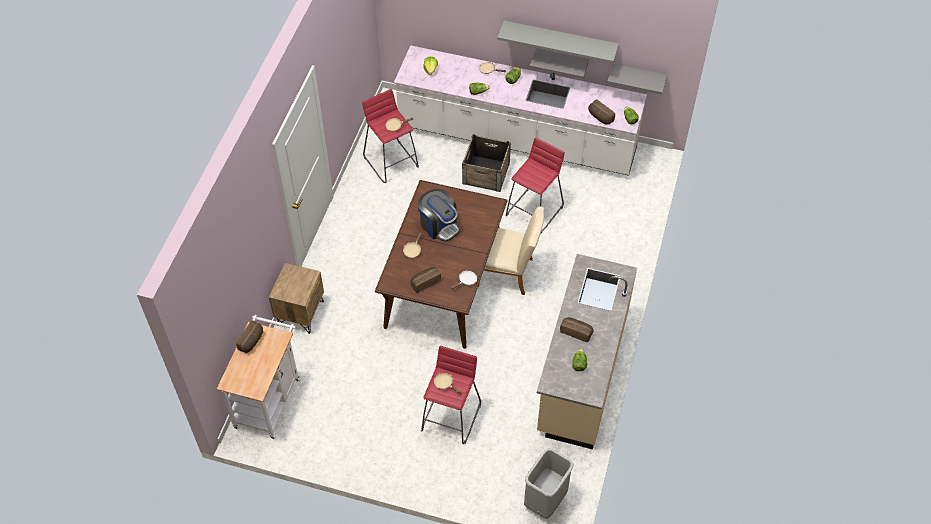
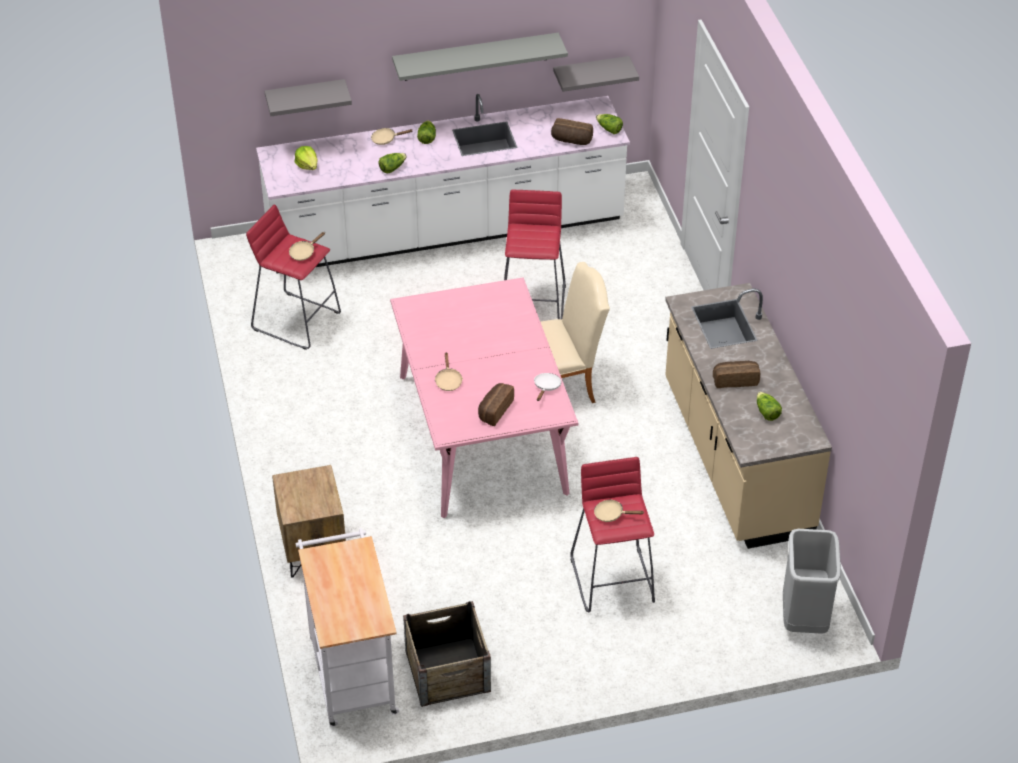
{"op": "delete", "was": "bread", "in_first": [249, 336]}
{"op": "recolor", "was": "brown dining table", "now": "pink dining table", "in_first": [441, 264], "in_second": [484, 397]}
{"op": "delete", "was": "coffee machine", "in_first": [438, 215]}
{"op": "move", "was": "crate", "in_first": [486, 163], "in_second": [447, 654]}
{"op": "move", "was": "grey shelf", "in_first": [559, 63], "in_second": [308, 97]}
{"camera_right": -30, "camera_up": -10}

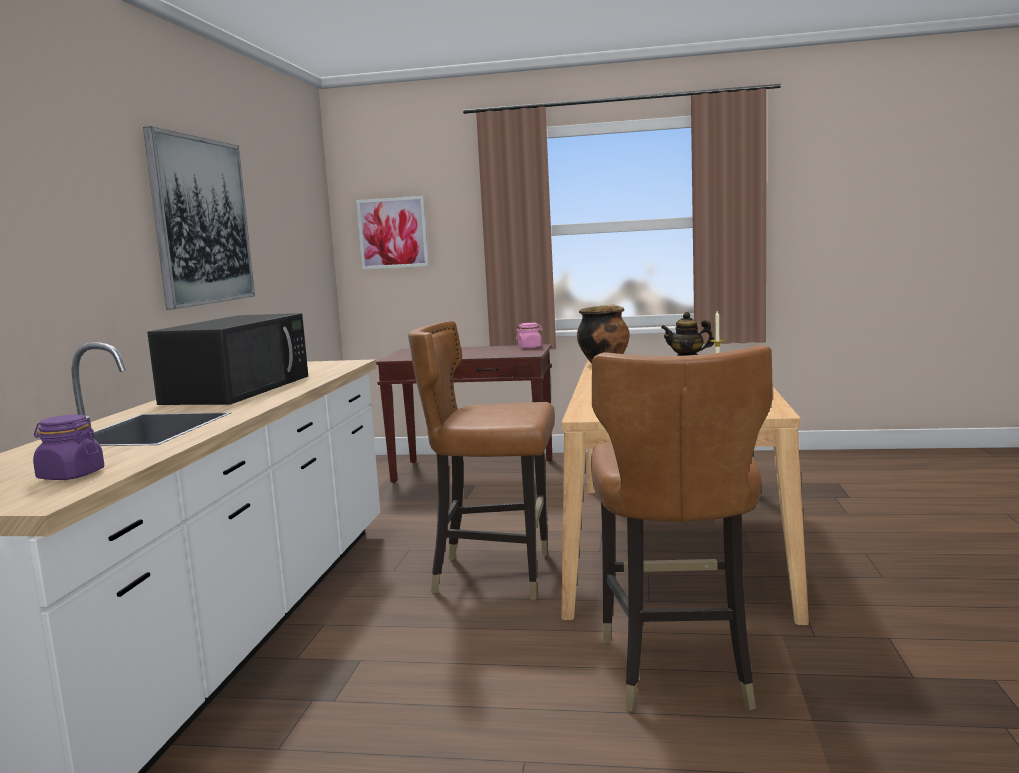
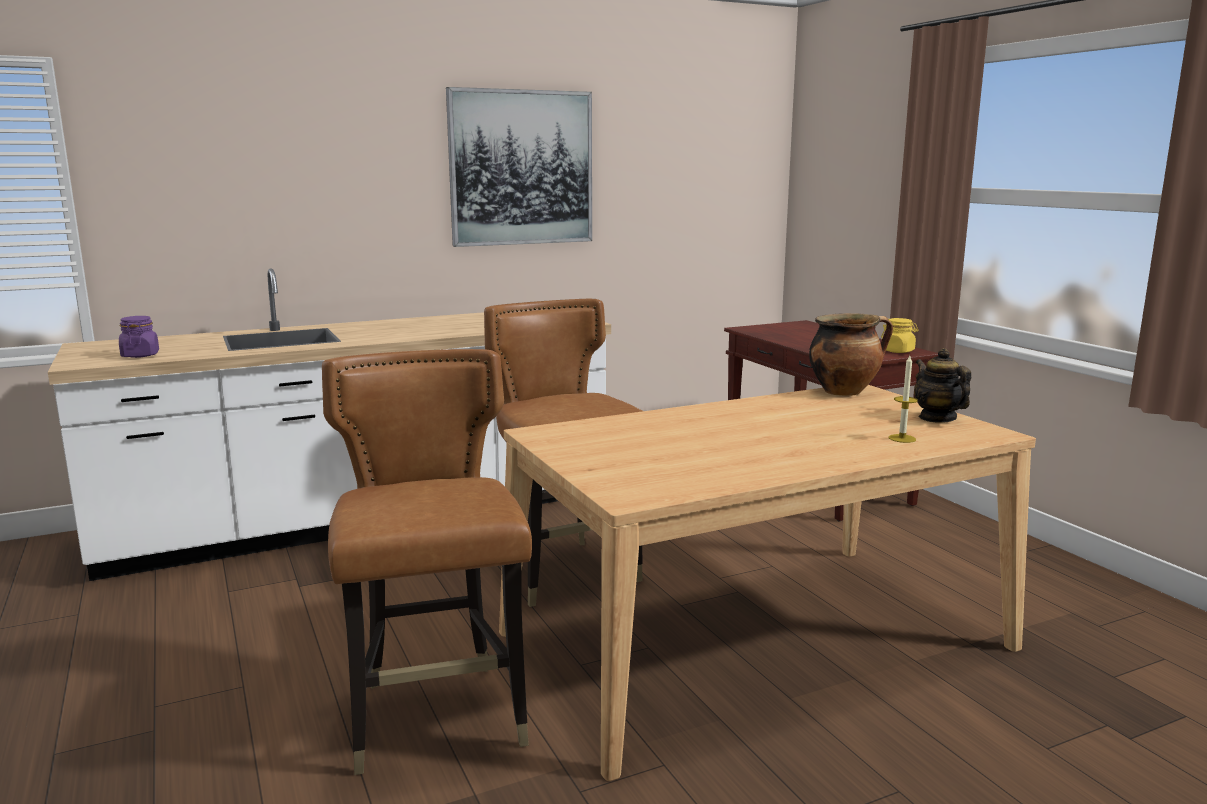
{"op": "delete", "was": "black microwave", "in_first": [227, 359]}
{"op": "delete", "was": "picture", "in_first": [392, 232]}
{"op": "recolor", "was": "pink jar", "now": "yellow jar", "in_first": [529, 335], "in_second": [899, 335]}
{"op": "rotate", "was": "brown chair", "in_first": [682, 528], "in_second": [427, 562], "clockwise": 105}
{"camera_right": 55, "camera_up": 5}

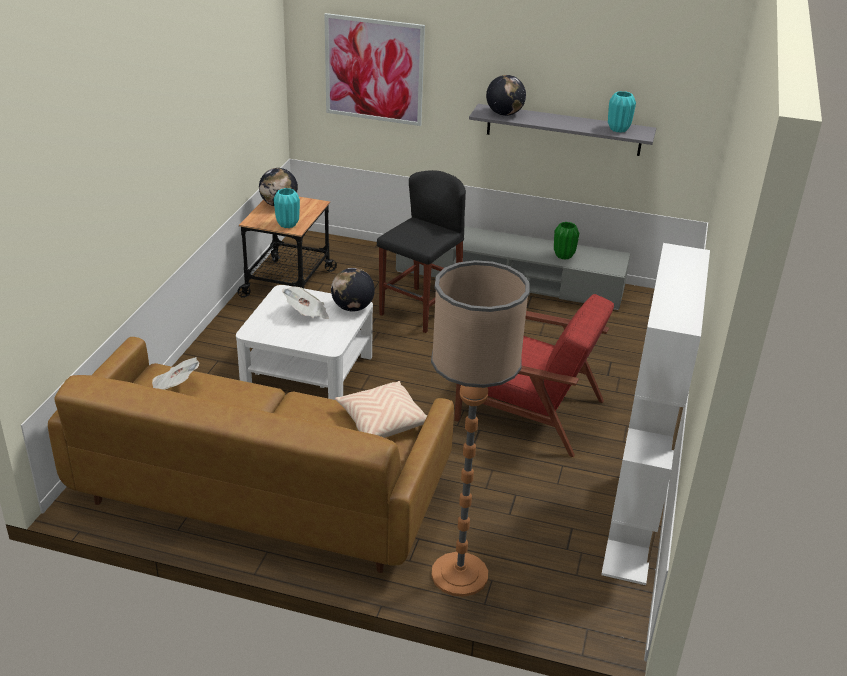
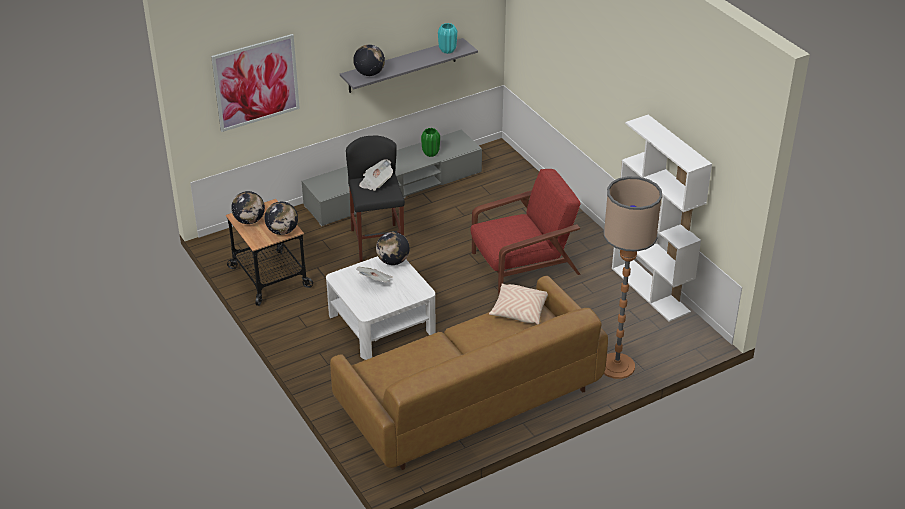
{"op": "move", "was": "newspaper", "in_first": [175, 373], "in_second": [376, 175]}
{"op": "replace", "was": "turquoise vase", "now": "globe", "in_first": [287, 208], "in_second": [281, 218]}
{"camera_right": -45, "camera_up": 5}

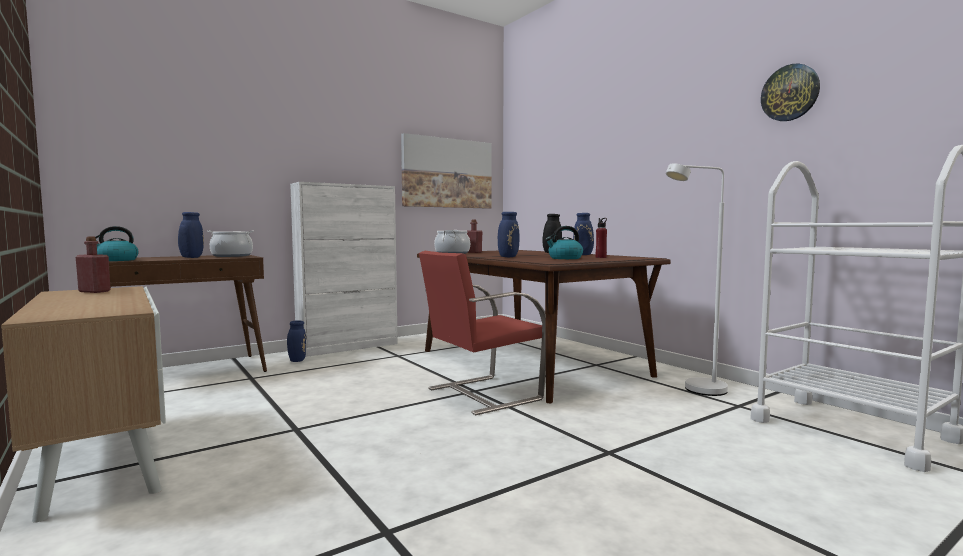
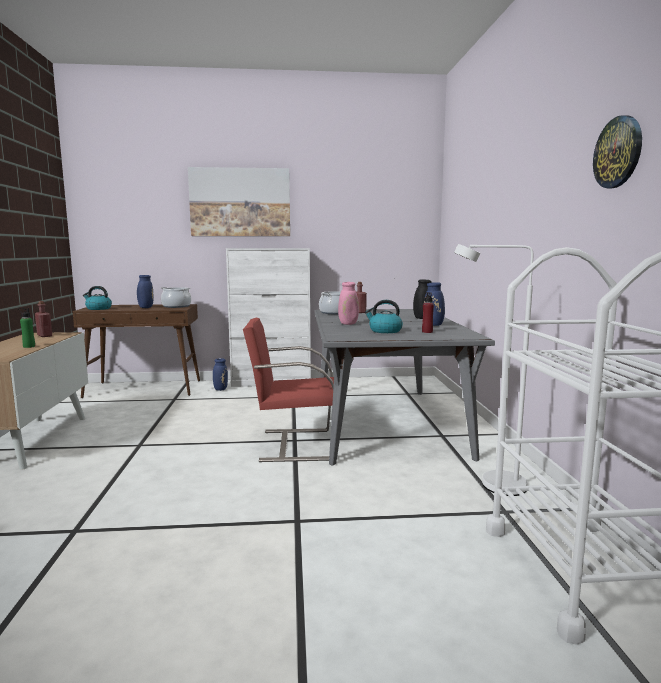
{"op": "move", "was": "picture", "in_first": [446, 171], "in_second": [239, 201]}
{"op": "recolor", "was": "brown dining table", "now": "grey dining table", "in_first": [543, 326], "in_second": [404, 387]}
{"op": "recolor", "was": "blue vase", "now": "pink vase", "in_first": [508, 234], "in_second": [348, 303]}
{"op": "insert", "now": "green bottle", "in_second": [26, 328]}
{"camera_right": 30, "camera_up": 5}

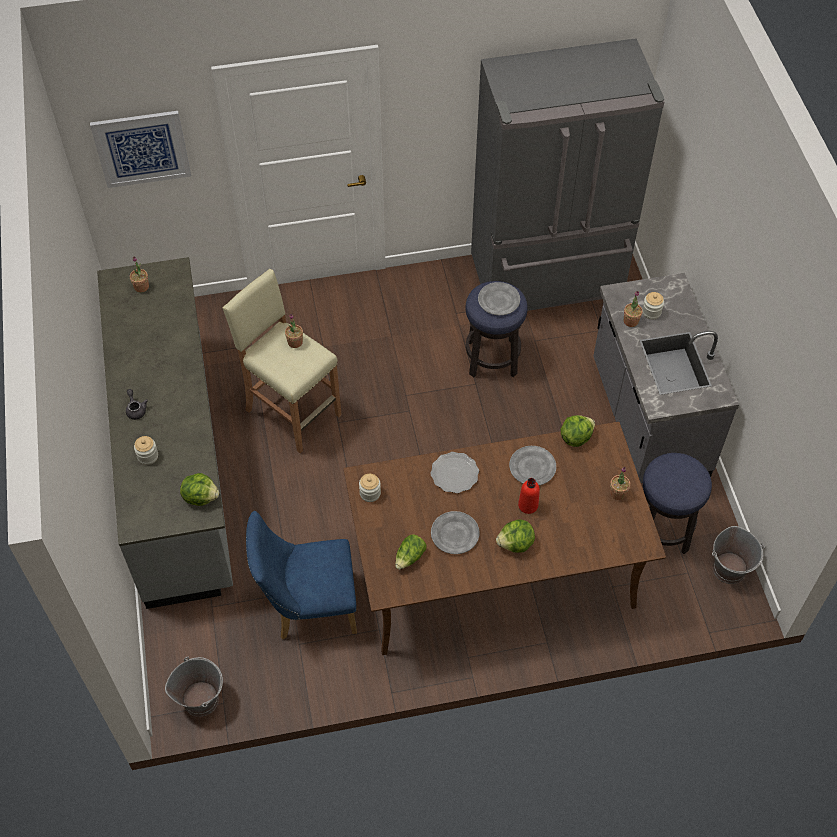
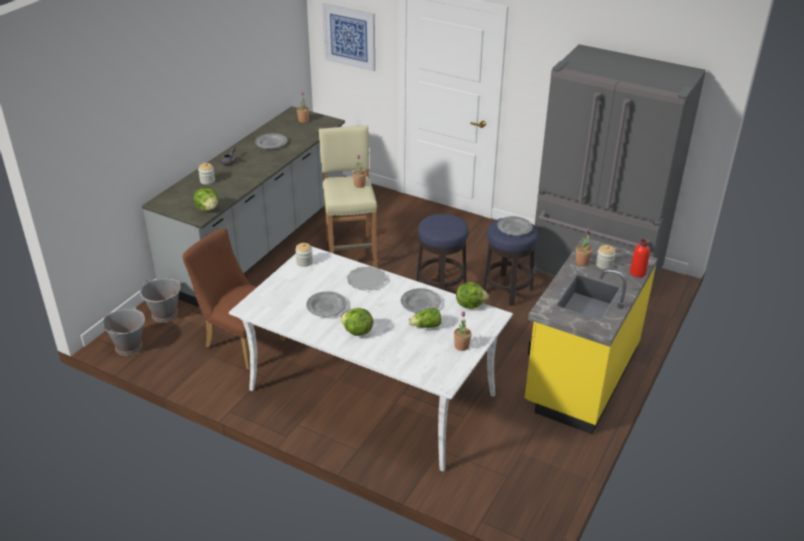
{"op": "recolor", "was": "blue chair", "now": "brown chair", "in_first": [301, 575], "in_second": [233, 299]}
{"op": "recolor", "was": "brown dining table", "now": "white dining table", "in_first": [504, 538], "in_second": [371, 359]}
{"op": "move", "was": "lettuce", "in_first": [410, 552], "in_second": [424, 318]}
{"op": "move", "was": "red bottle", "in_first": [529, 496], "in_second": [640, 258]}
{"op": "recolor", "was": "grey counter", "now": "yellow counter", "in_first": [666, 378], "in_second": [591, 335]}
{"op": "move", "was": "stool", "in_first": [677, 503], "in_second": [442, 252]}
{"op": "move", "was": "grey bucket", "in_first": [738, 555], "in_second": [160, 301]}
{"op": "insert", "now": "grey plate", "in_second": [271, 141]}
{"camera_right": 40, "camera_up": -20}

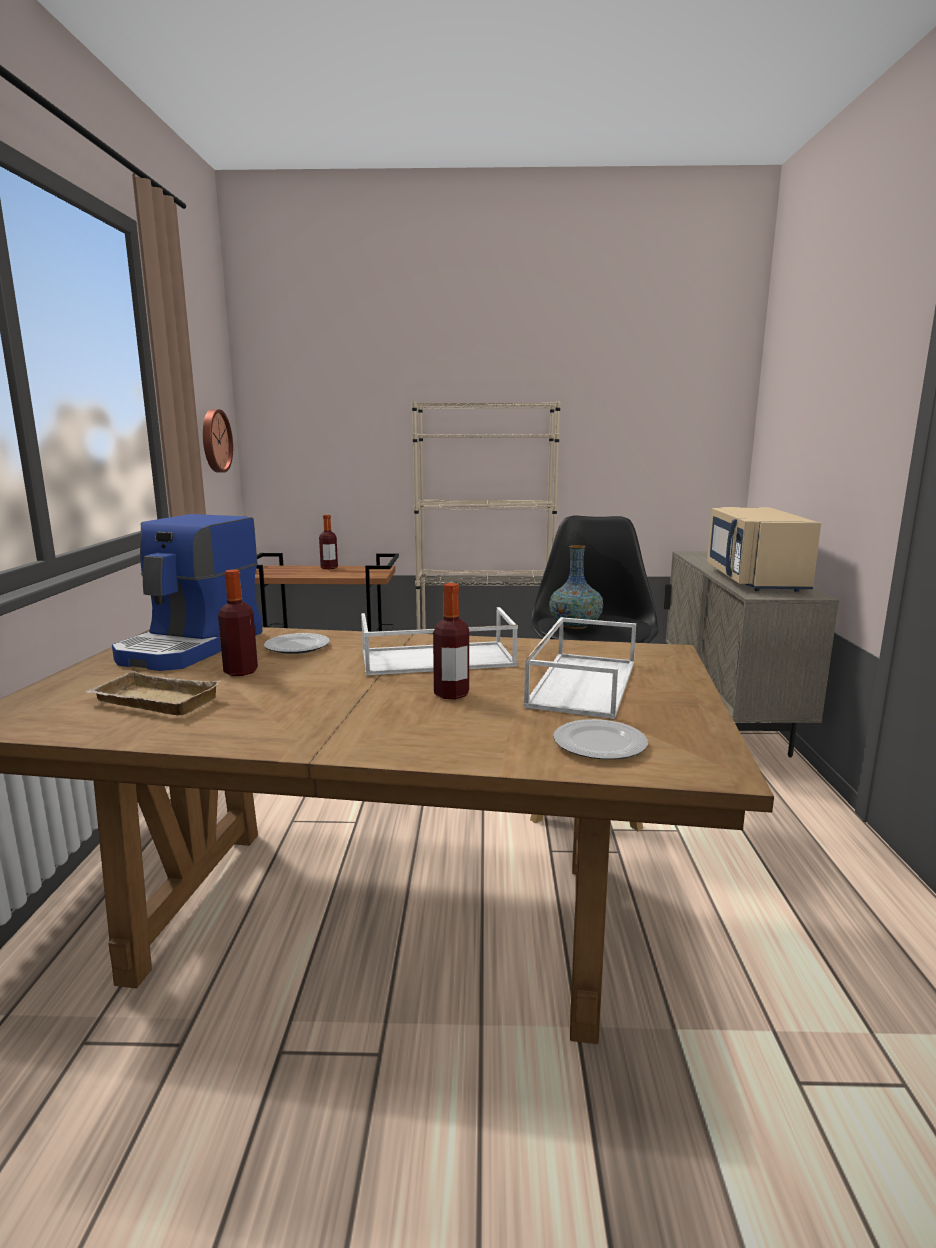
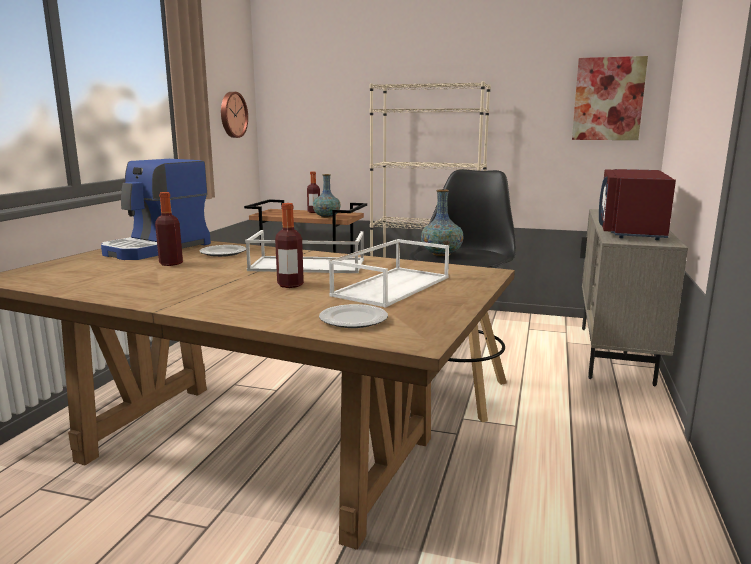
{"op": "delete", "was": "beige tray", "in_first": [153, 693]}
{"op": "recolor", "was": "beige microwave", "now": "red microwave", "in_first": [764, 549], "in_second": [637, 204]}
{"op": "insert", "now": "vase", "in_second": [327, 196]}
{"op": "insert", "now": "picture", "in_second": [610, 98]}
{"camera_right": 15, "camera_up": 0}

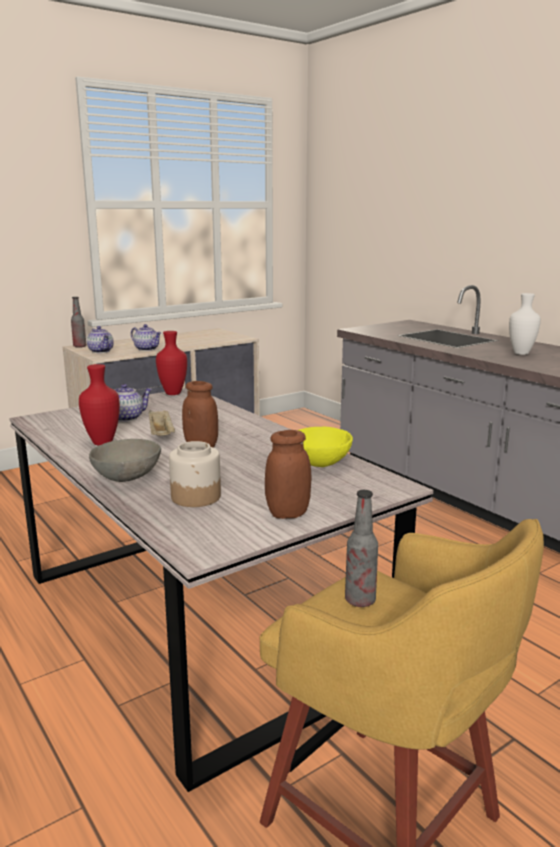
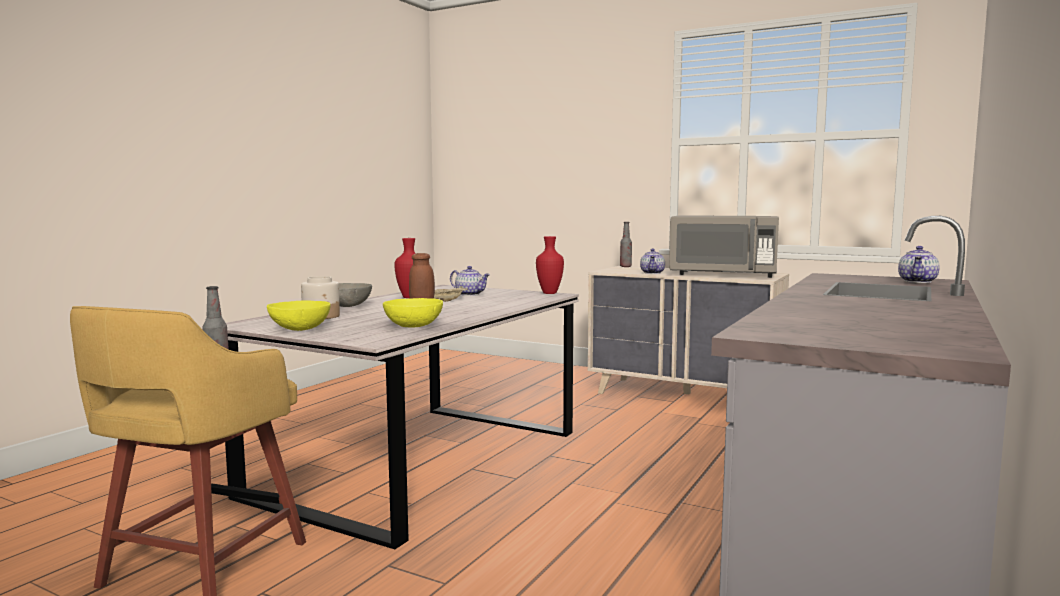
{"op": "move", "was": "teapot", "in_first": [100, 339], "in_second": [919, 264]}
{"op": "replace", "was": "brown jar", "now": "yellow bowl", "in_first": [288, 474], "in_second": [299, 315]}
{"op": "delete", "was": "white vase", "in_first": [525, 324]}
{"op": "insert", "now": "grey microwave", "in_second": [724, 246]}
{"camera_right": 65, "camera_up": -10}

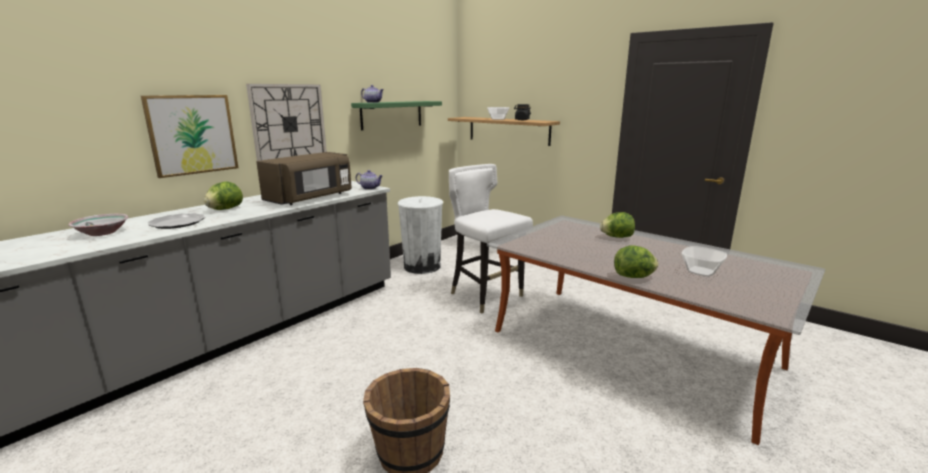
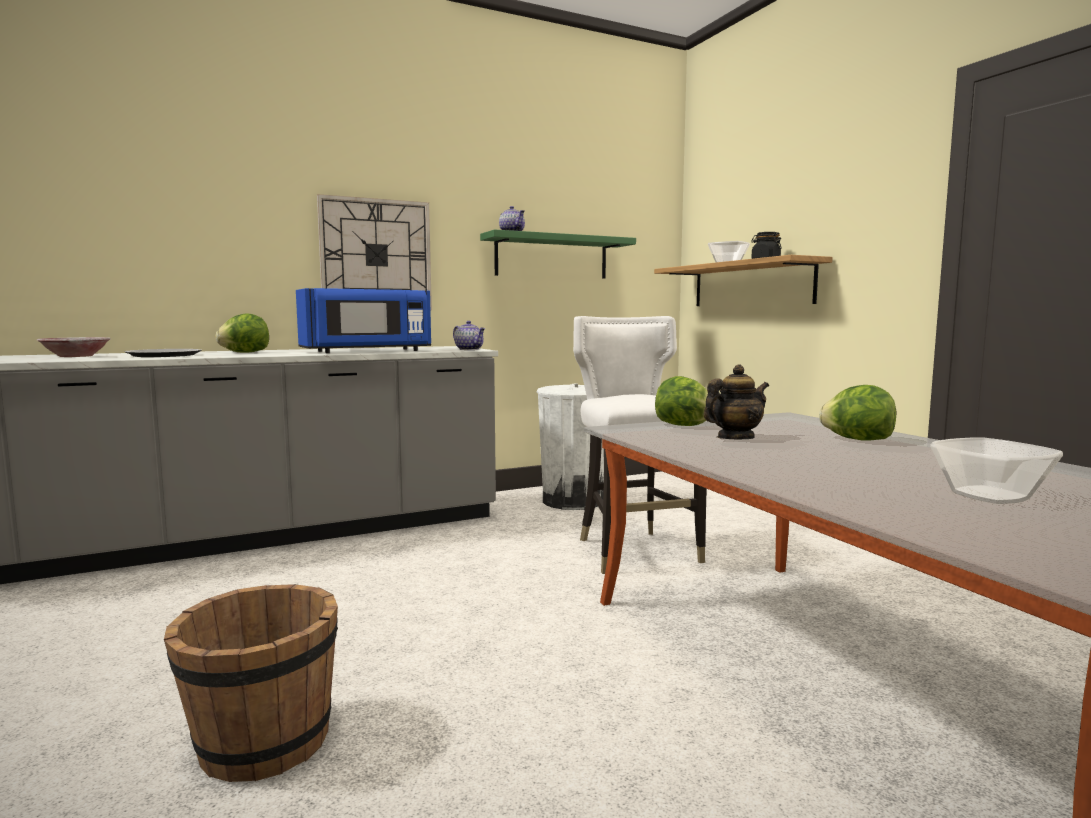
{"op": "delete", "was": "picture", "in_first": [189, 136]}
{"op": "recolor", "was": "brown microwave", "now": "blue microwave", "in_first": [304, 178], "in_second": [363, 320]}
{"op": "move", "was": "lettuce", "in_first": [636, 261], "in_second": [681, 401]}
{"op": "insert", "now": "teapot", "in_second": [736, 402]}
{"camera_right": 25, "camera_up": -10}

